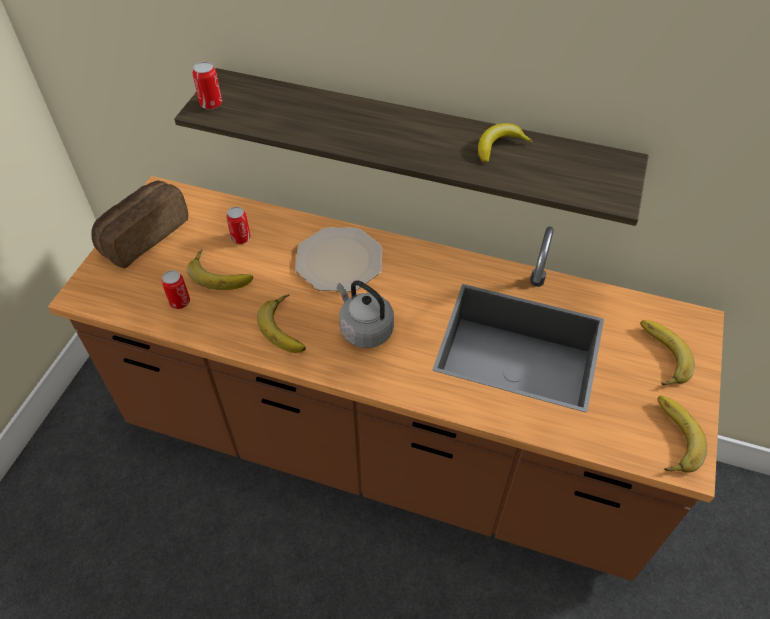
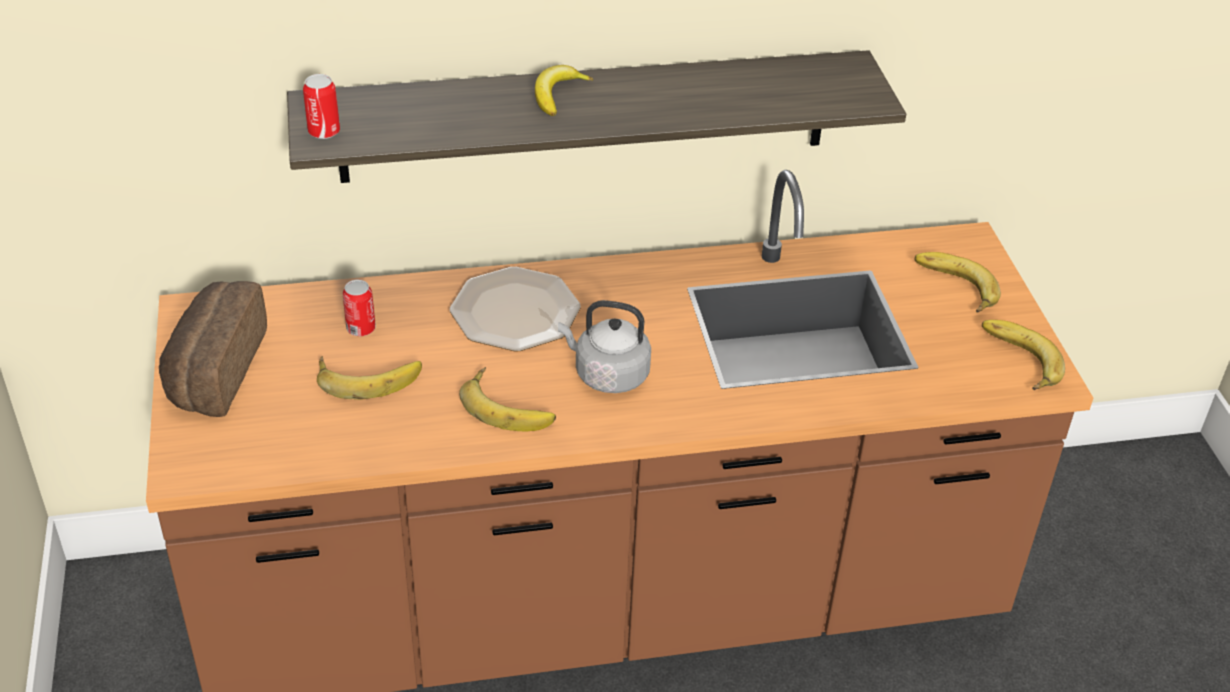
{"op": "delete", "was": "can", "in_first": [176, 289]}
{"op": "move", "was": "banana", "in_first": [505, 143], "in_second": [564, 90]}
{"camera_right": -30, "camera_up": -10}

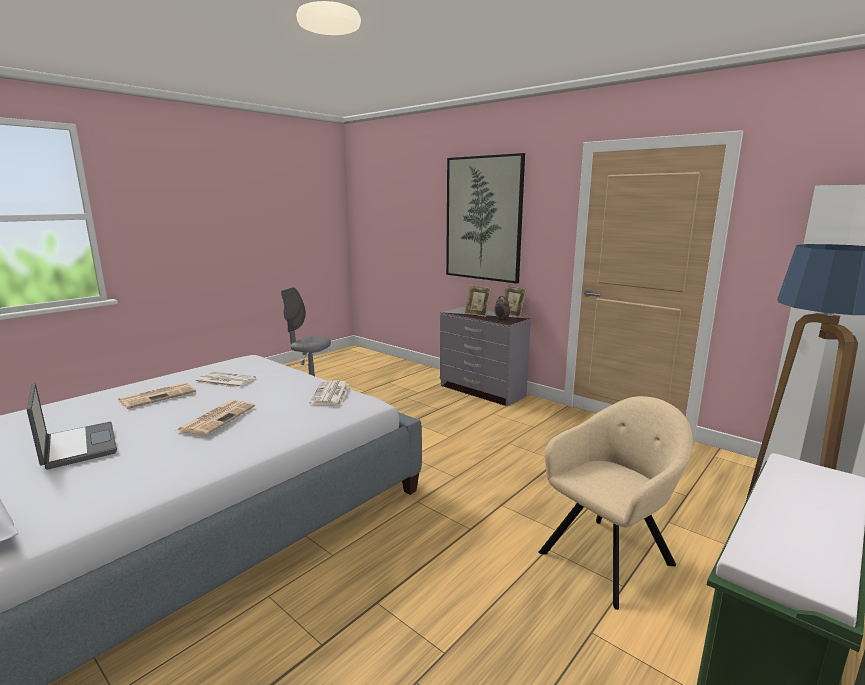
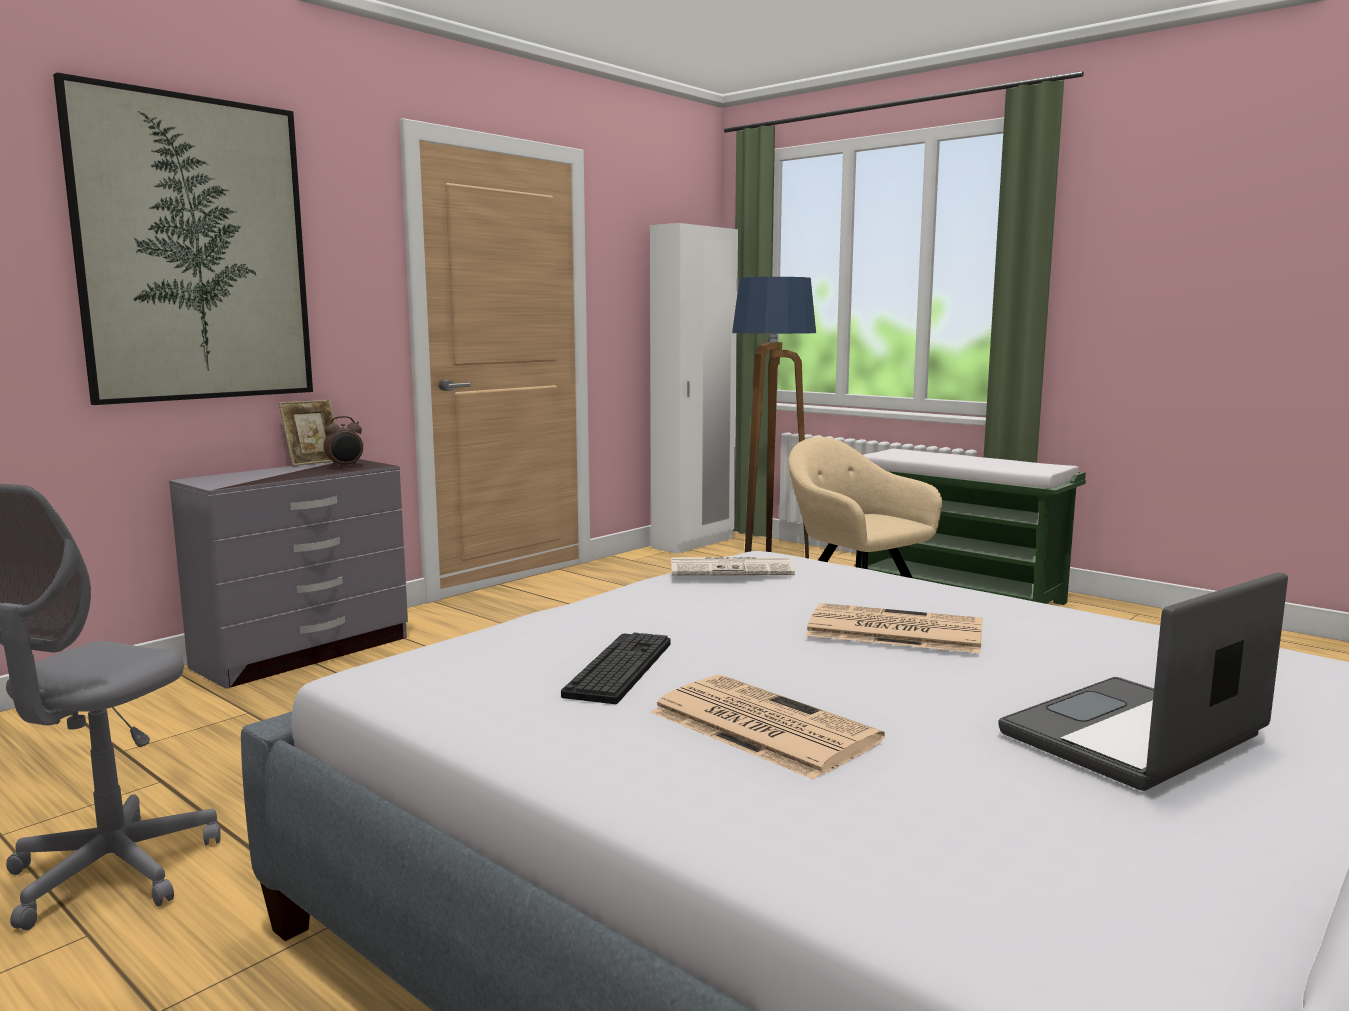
{"op": "replace", "was": "newspaper", "now": "keyboard", "in_first": [225, 380], "in_second": [616, 668]}
{"op": "delete", "was": "picture frame", "in_first": [477, 301]}
{"camera_right": -90, "camera_up": -5}

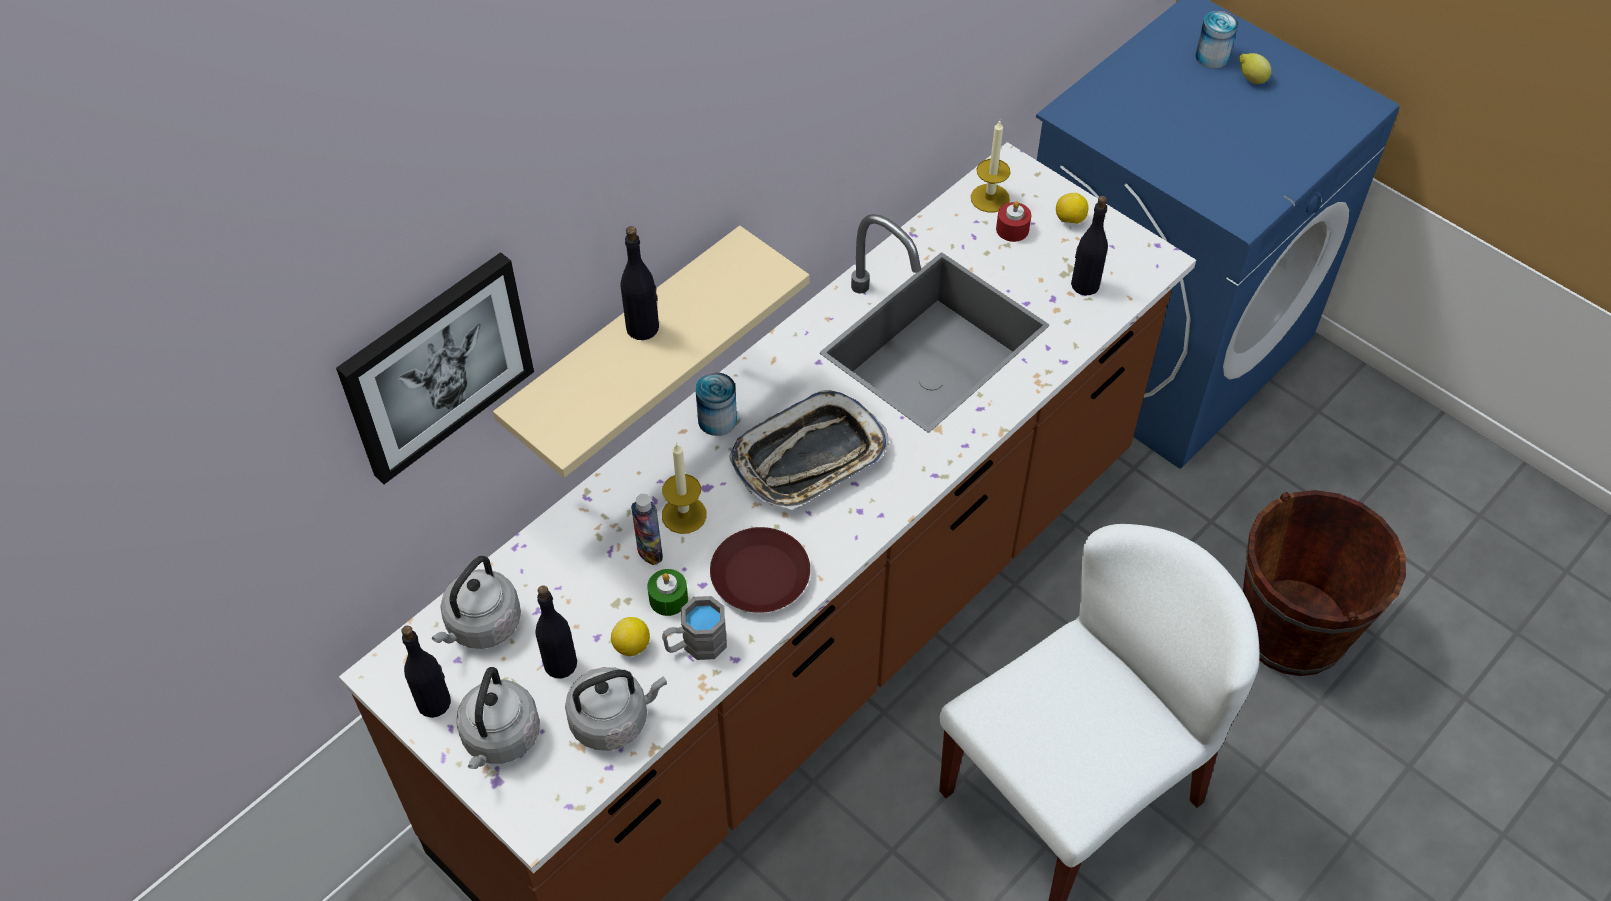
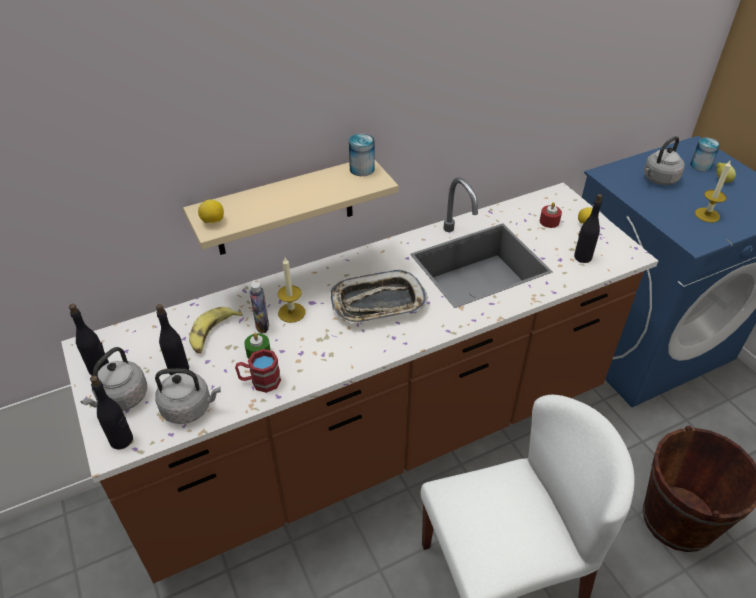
{"op": "delete", "was": "picture", "in_first": [435, 368]}
{"op": "move", "was": "grey kettle", "in_first": [476, 602], "in_second": [664, 160]}
{"op": "move", "was": "lemon", "in_first": [630, 637], "in_second": [211, 211]}
{"op": "move", "was": "black bottle", "in_first": [640, 283], "in_second": [111, 412]}
{"op": "recolor", "was": "grey mug", "now": "red mug", "in_first": [694, 628], "in_second": [258, 371]}
{"op": "move", "was": "can", "in_first": [716, 404], "in_second": [362, 154]}
{"op": "delete", "was": "brown plate", "in_first": [760, 570]}
{"op": "move", "was": "candle", "in_first": [990, 166], "in_second": [713, 191]}
{"op": "insert", "now": "banana", "in_second": [215, 330]}
{"camera_right": 20, "camera_up": -10}

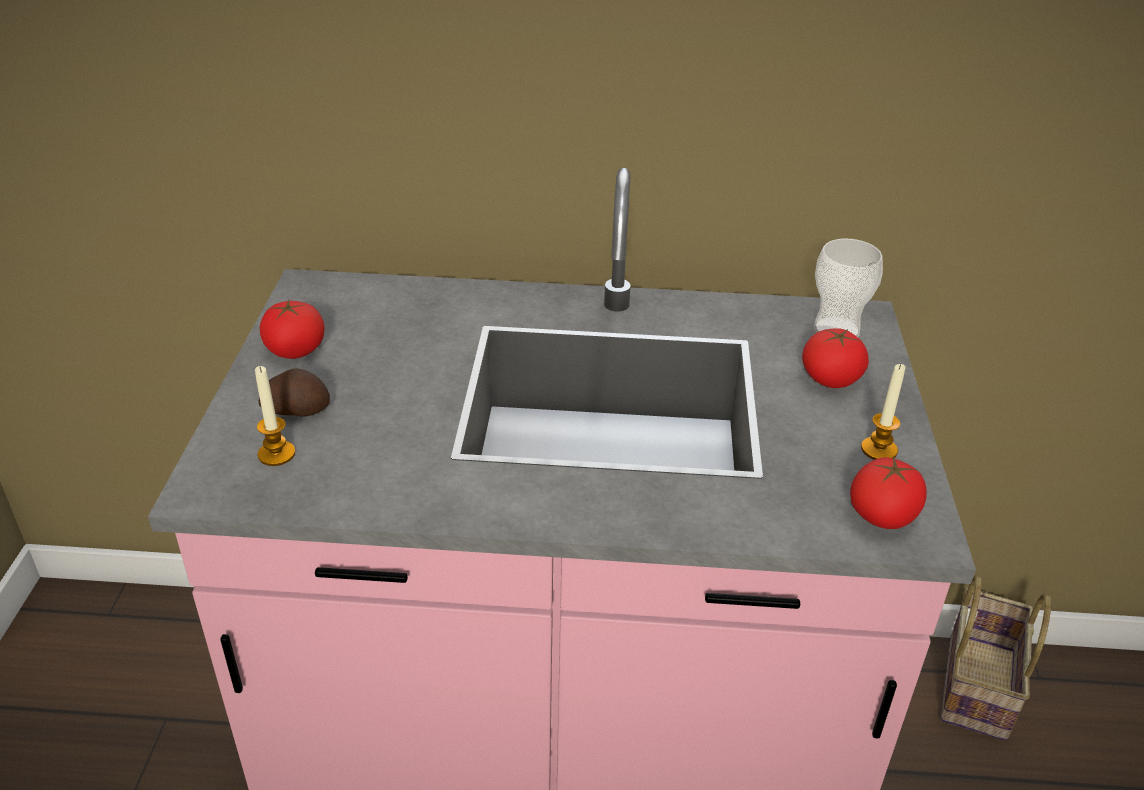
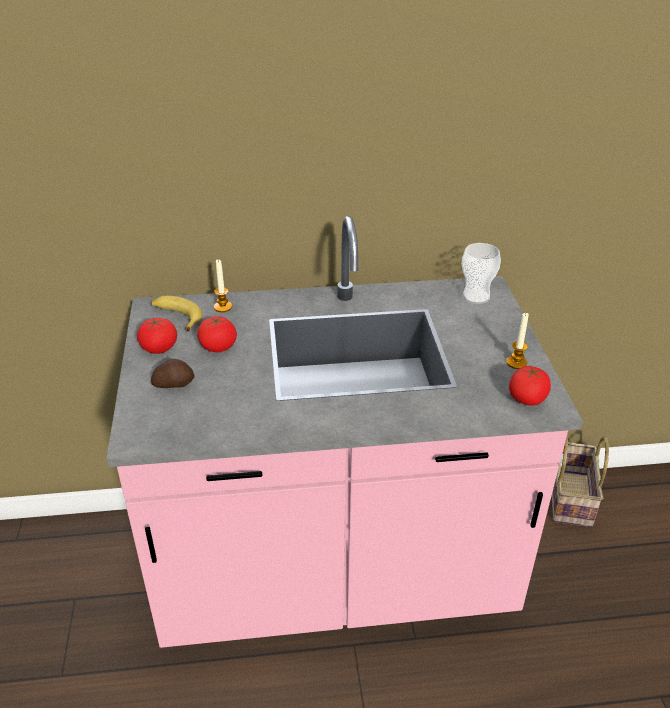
{"op": "move", "was": "candle", "in_first": [275, 416], "in_second": [223, 285]}
{"op": "move", "was": "tomato", "in_first": [835, 358], "in_second": [217, 334]}
{"op": "insert", "now": "banana", "in_second": [177, 313]}
{"camera_right": -10, "camera_up": 0}

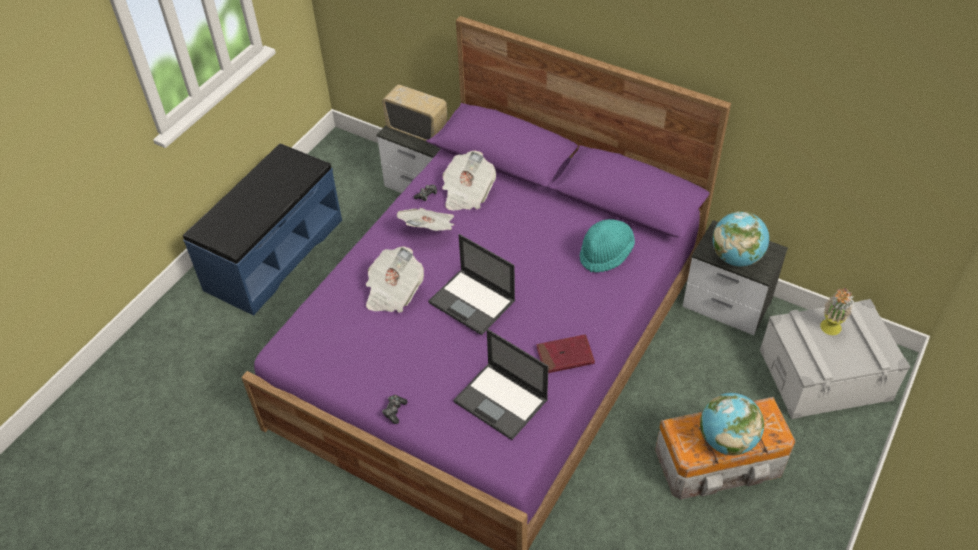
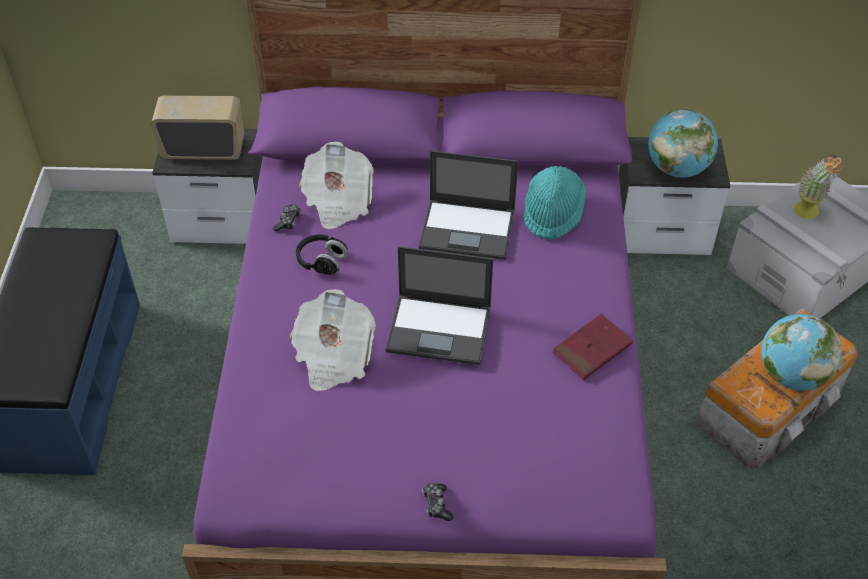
{"op": "replace", "was": "newspaper", "now": "black headphones", "in_first": [425, 219], "in_second": [322, 254]}
{"op": "move", "was": "laptop", "in_first": [500, 384], "in_second": [468, 205]}
{"camera_right": -30, "camera_up": 0}

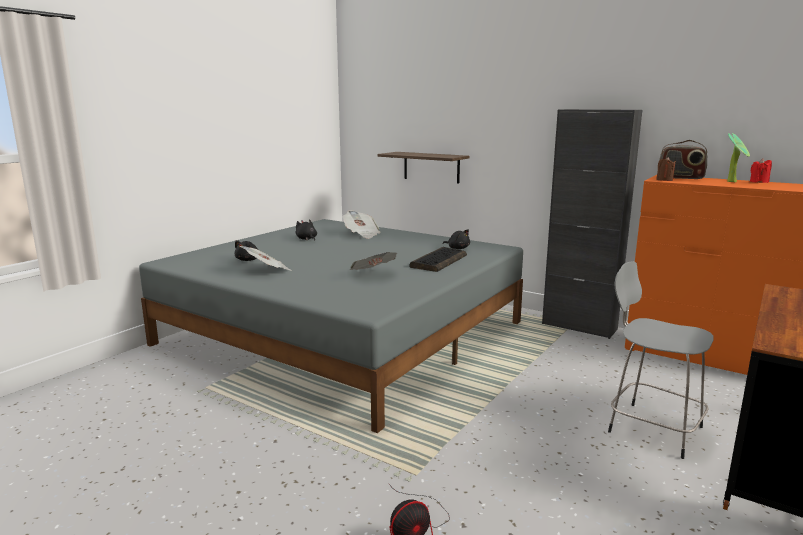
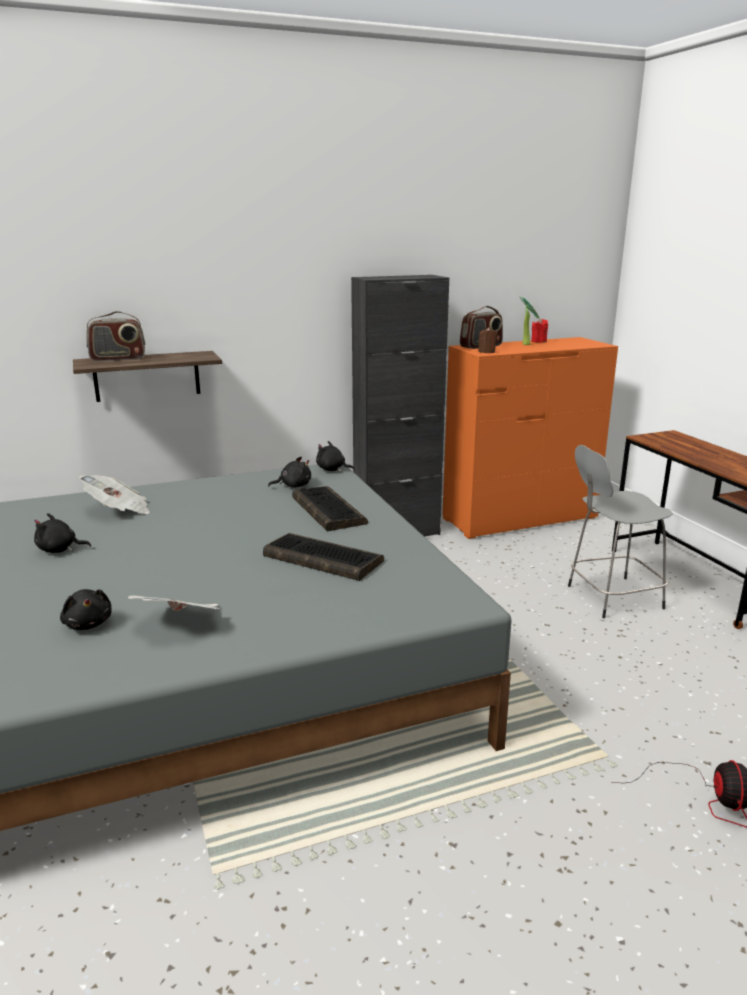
{"op": "replace", "was": "newspaper", "now": "keyboard", "in_first": [373, 261], "in_second": [323, 557]}
{"op": "insert", "now": "radio", "in_second": [115, 336]}
{"op": "insert", "now": "black plush toy", "in_second": [335, 456]}
{"camera_right": -55, "camera_up": 5}

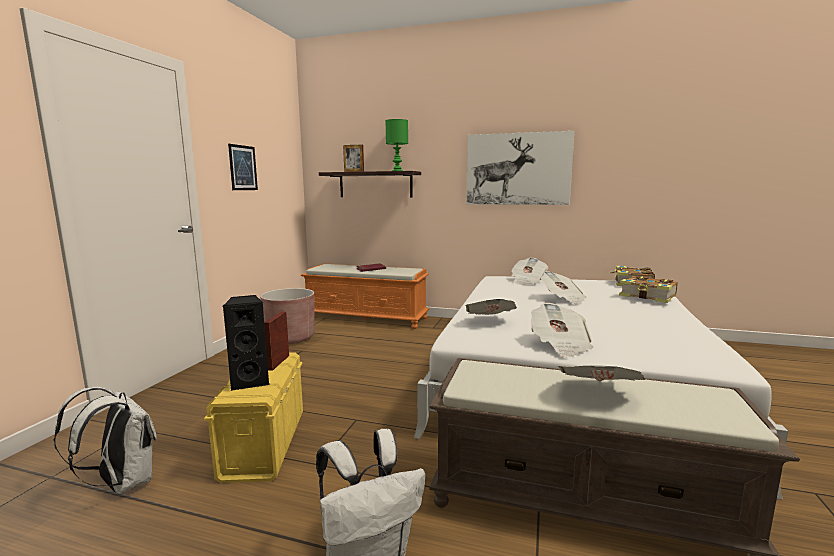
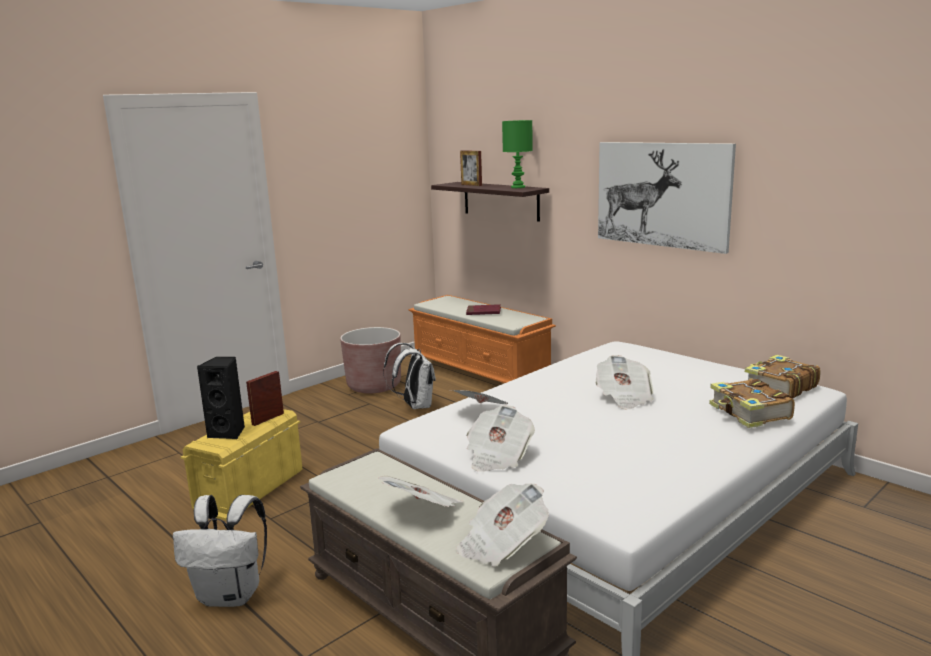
{"op": "move", "was": "white backpack", "in_first": [104, 440], "in_second": [409, 376]}
{"op": "delete", "was": "picture", "in_first": [243, 167]}
{"op": "move", "was": "newspaper", "in_first": [529, 271], "in_second": [502, 525]}
{"camera_right": 30, "camera_up": 5}

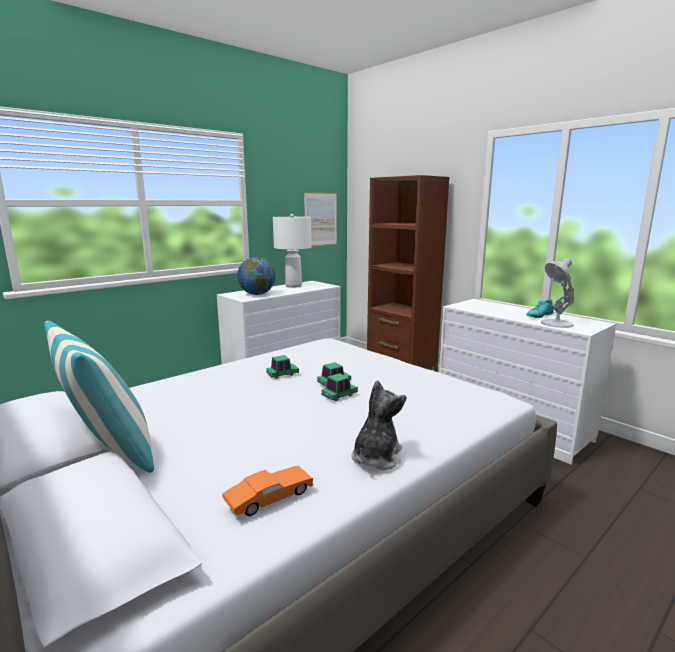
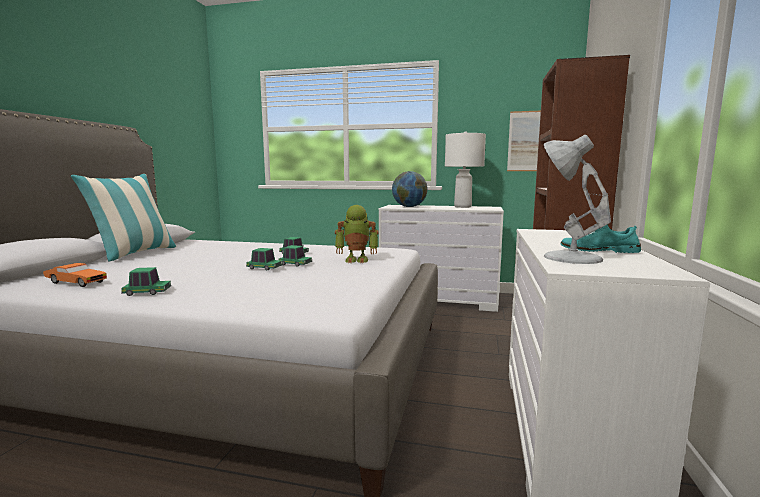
{"op": "replace", "was": "plush toy", "now": "toy car", "in_first": [378, 425], "in_second": [146, 281]}
{"op": "insert", "now": "toy robot", "in_second": [357, 234]}
{"camera_right": 55, "camera_up": -5}

